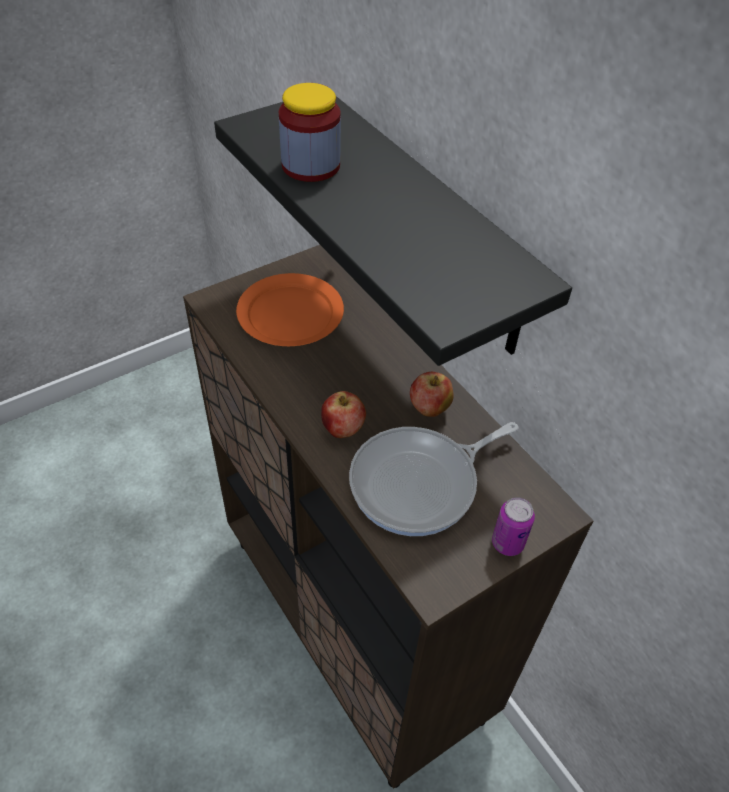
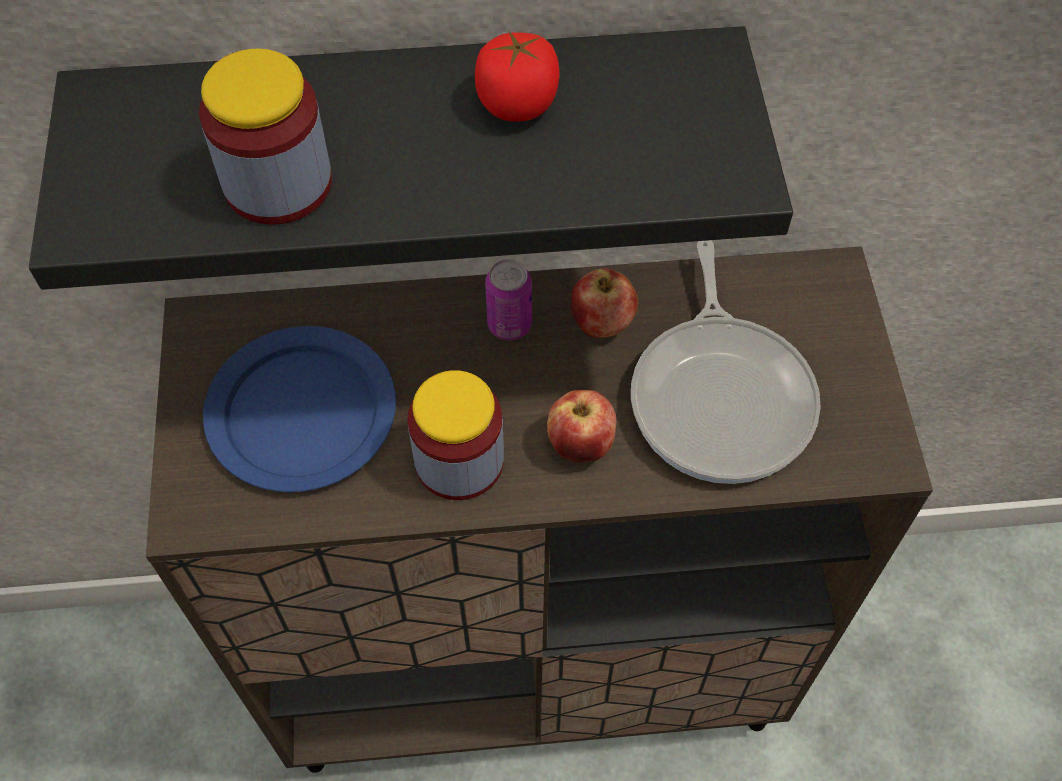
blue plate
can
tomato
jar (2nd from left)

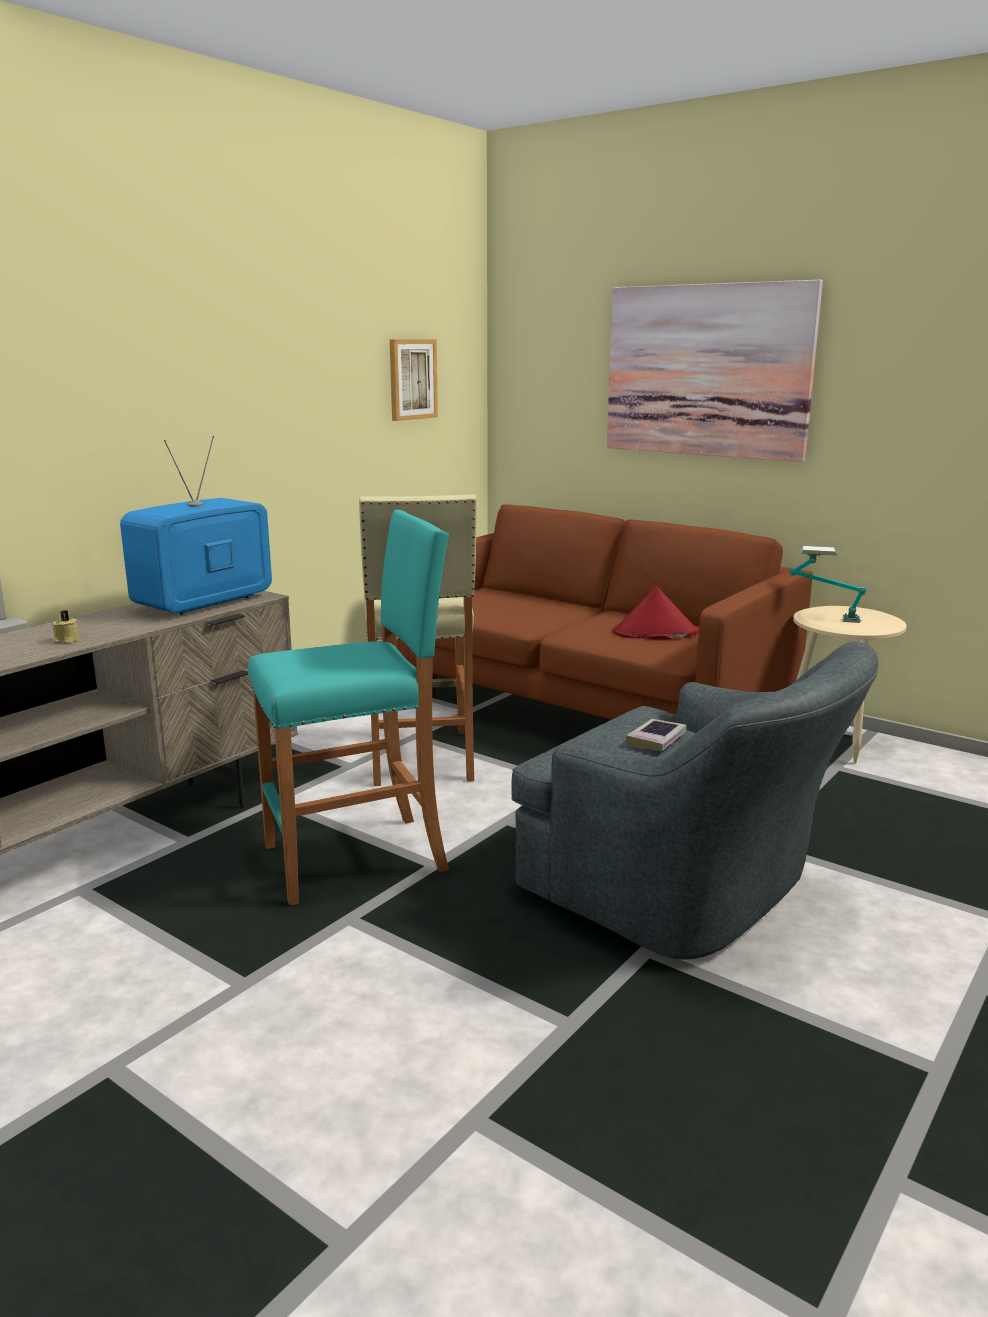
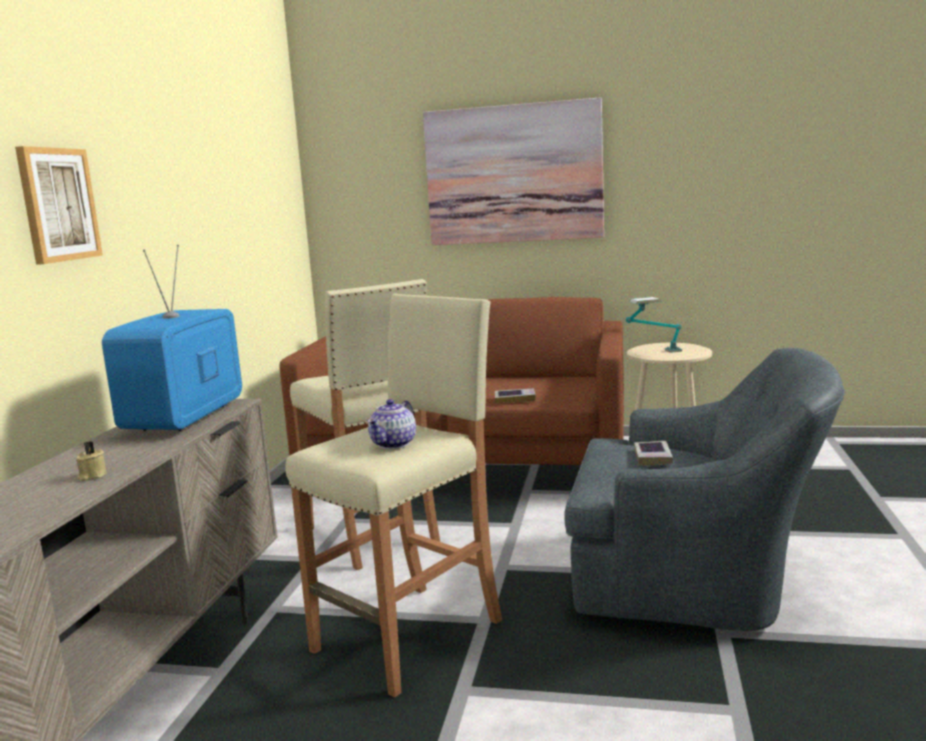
picture (1st from left)
beige stool (2nd from left)
red hat
book (1st from left)
teapot

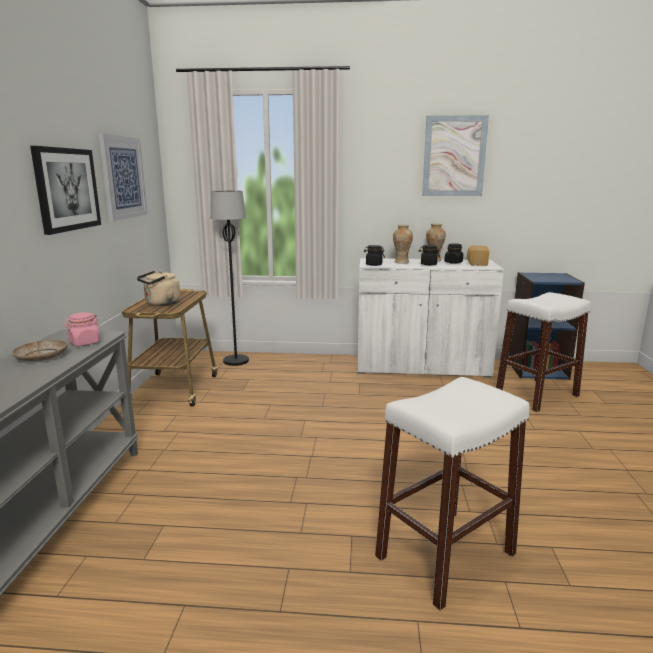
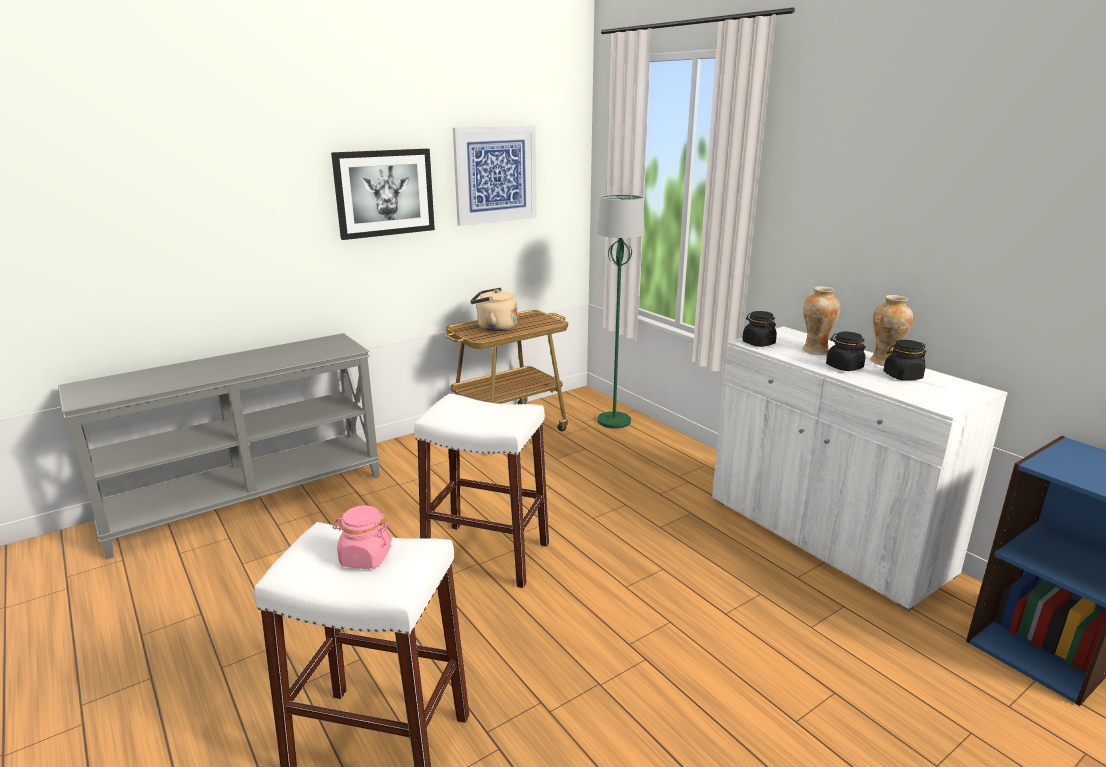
picture (3rd from left in the first image)
green floor lamp
bread
white stool (2nd from left)
pink jar
beige plate

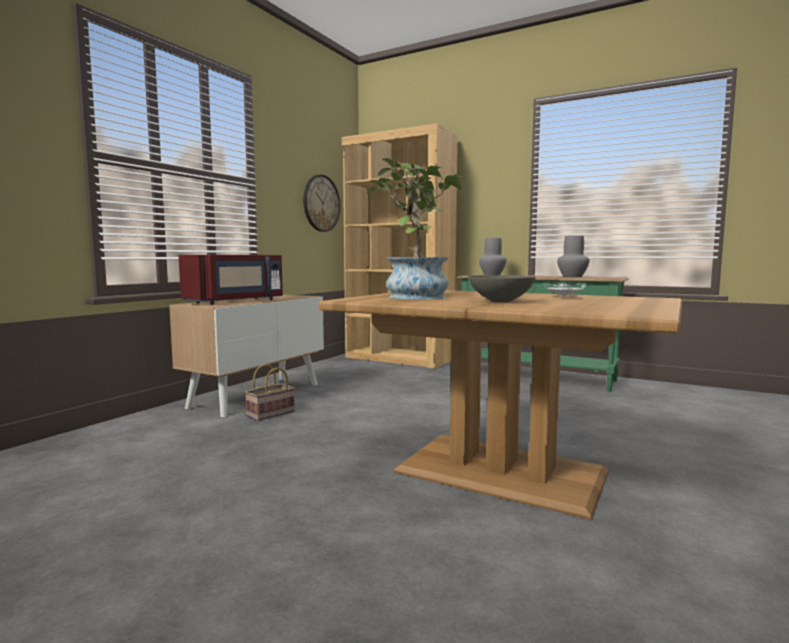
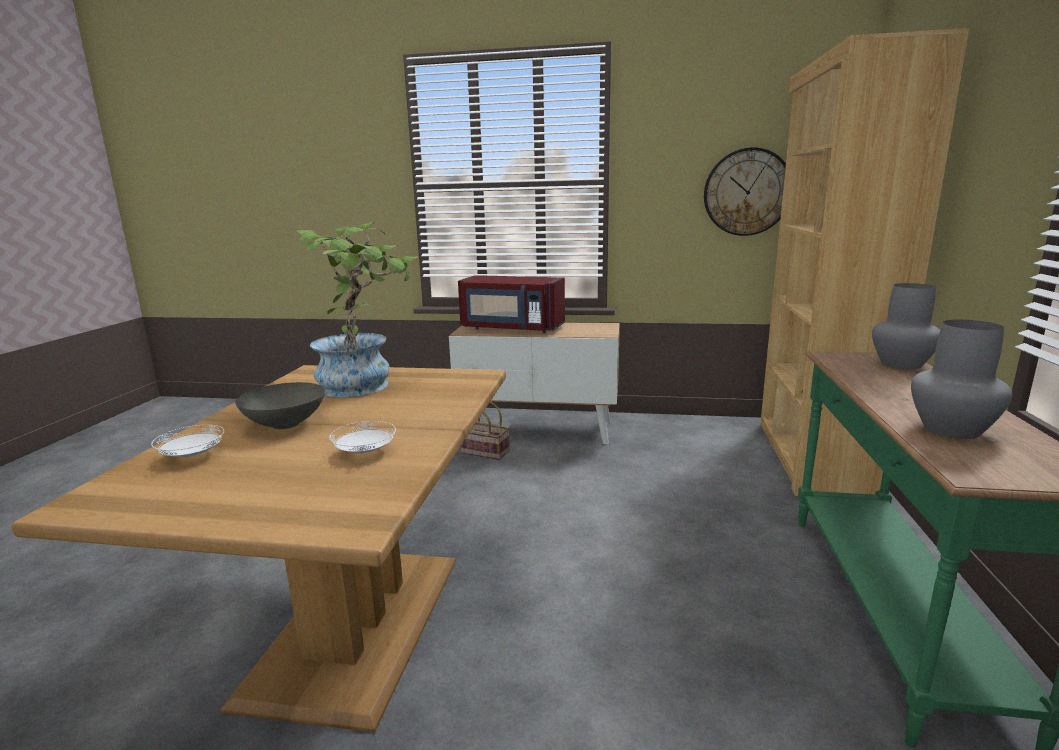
white plate (1st from left)

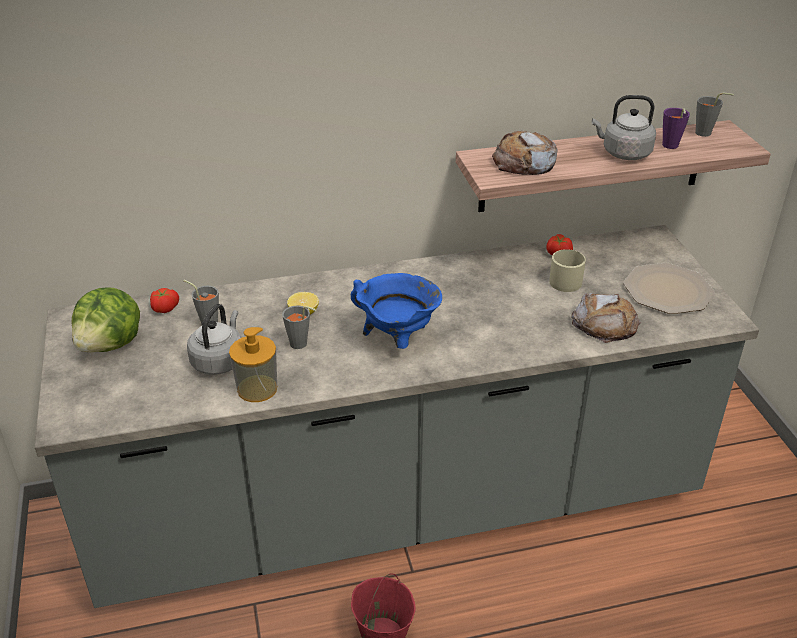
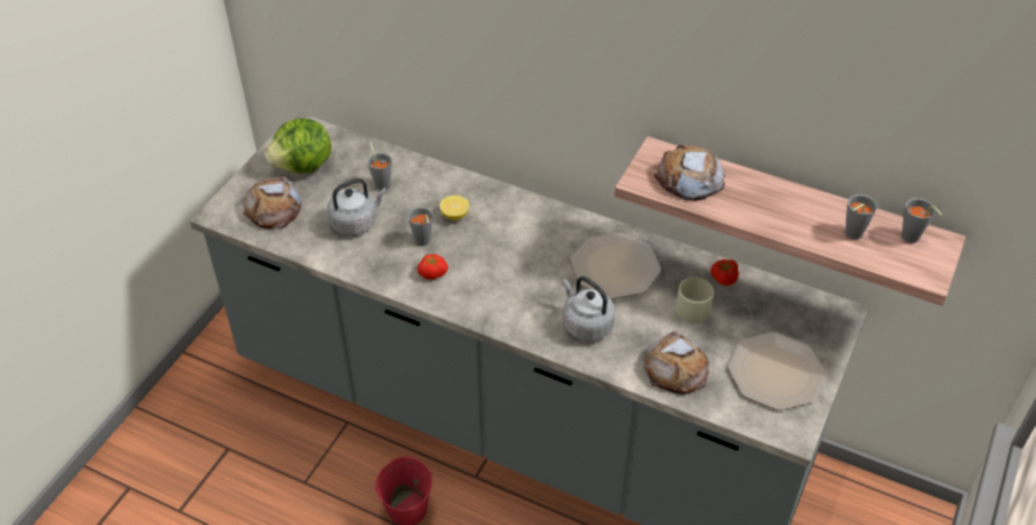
grey kettle (2nd from left)
grey cup (3rd from left)
blue cooking pot
tomato (1st from left)
soap dispenser
bread (1st from left)
plate (1st from left)

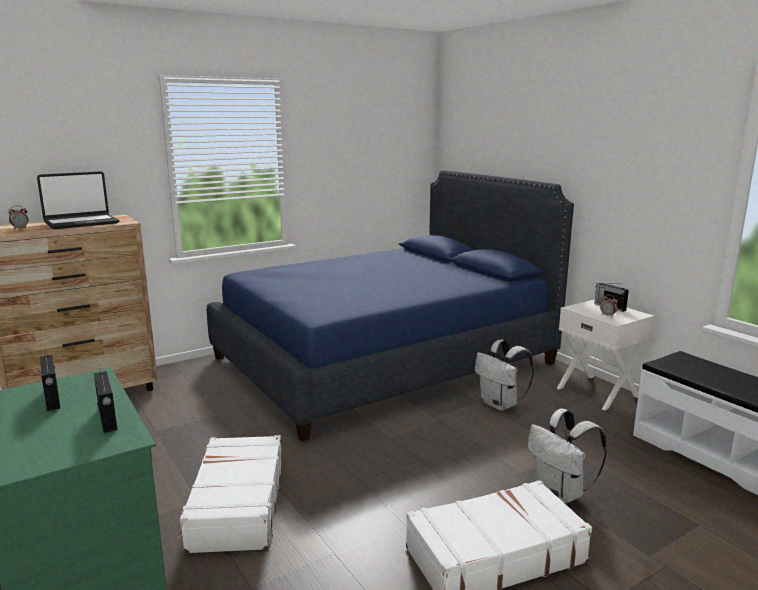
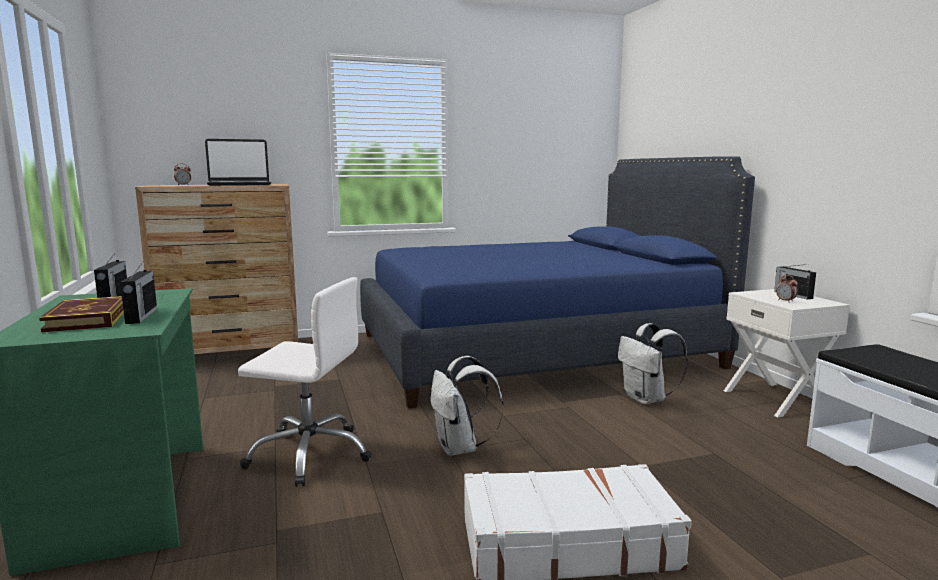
white backpack (1st from left)
white office chair
book

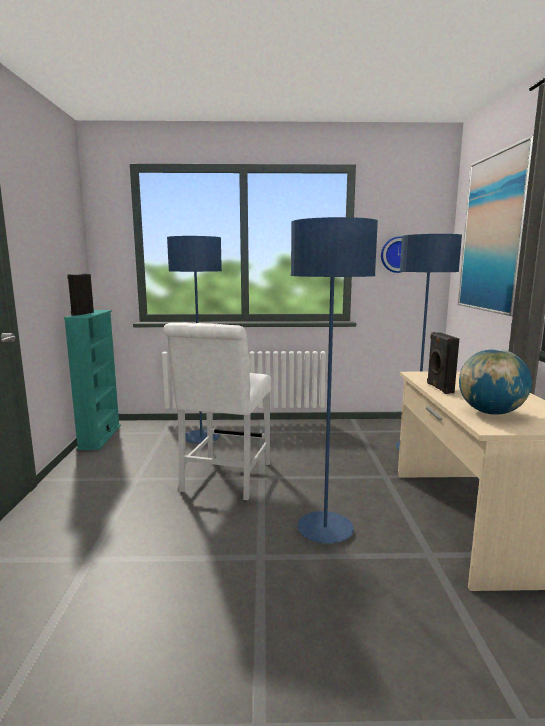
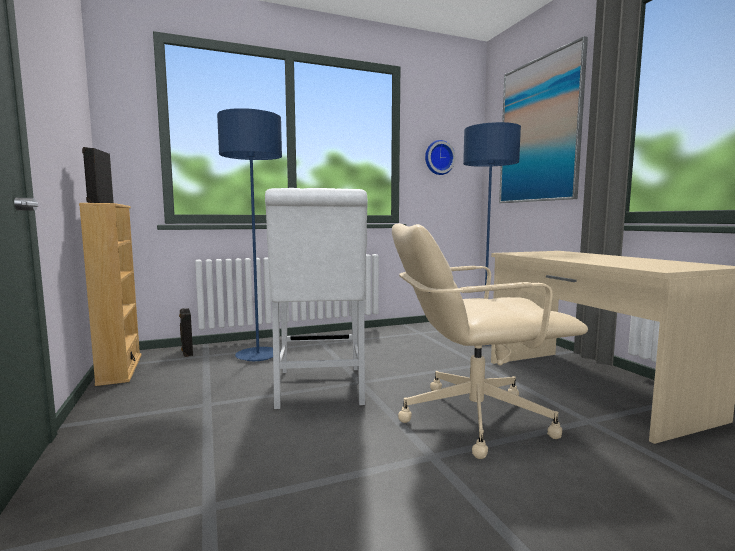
beige office chair
beige bookcase
black speaker (2nd from left)
globe

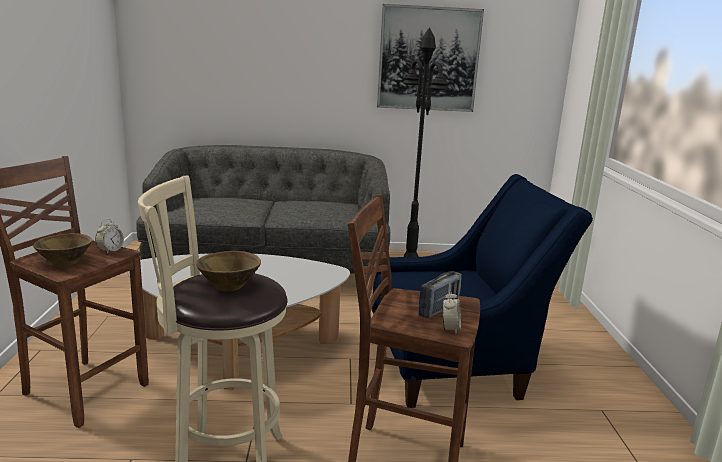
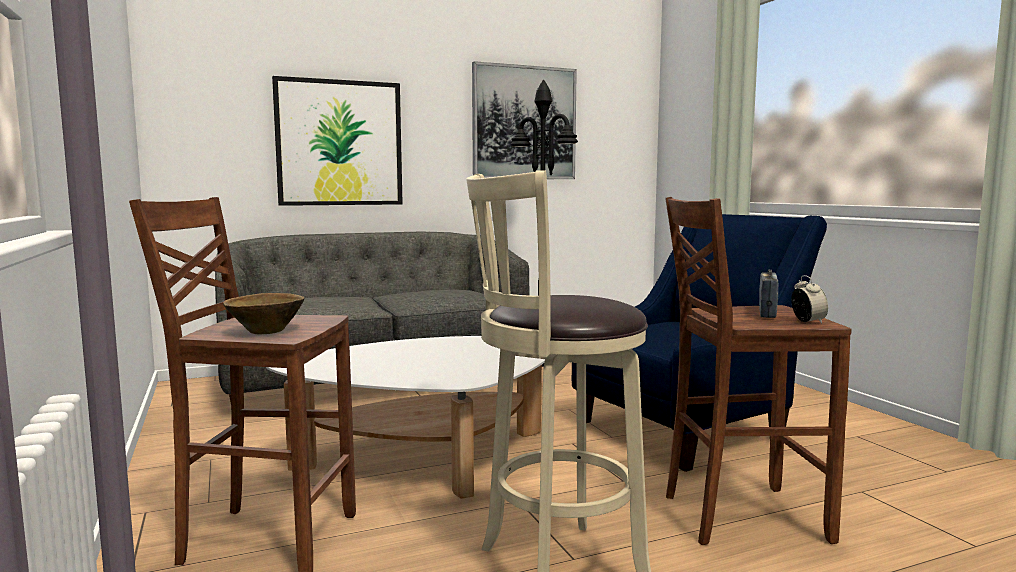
alarm clock (1st from left in the first image)
brown bowl (2nd from left in the first image)
picture (1st from left)

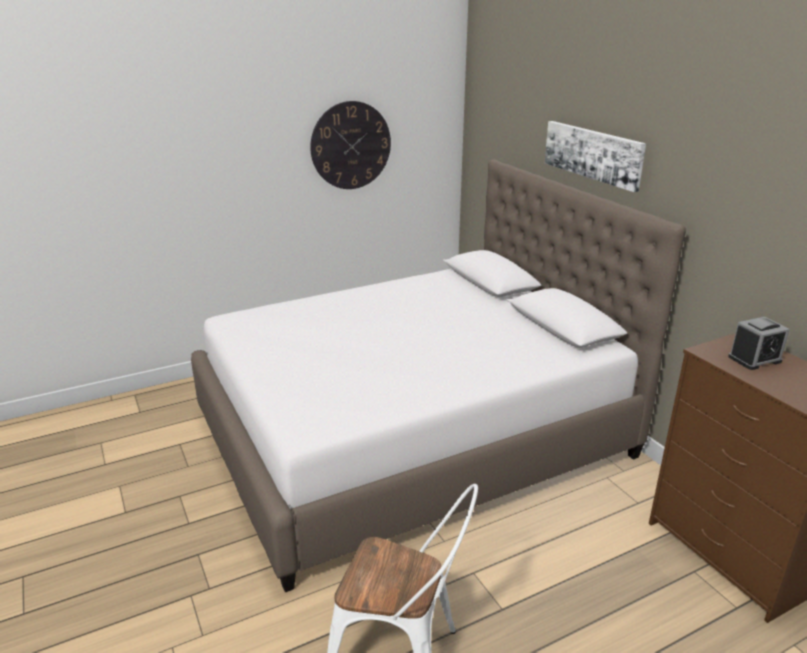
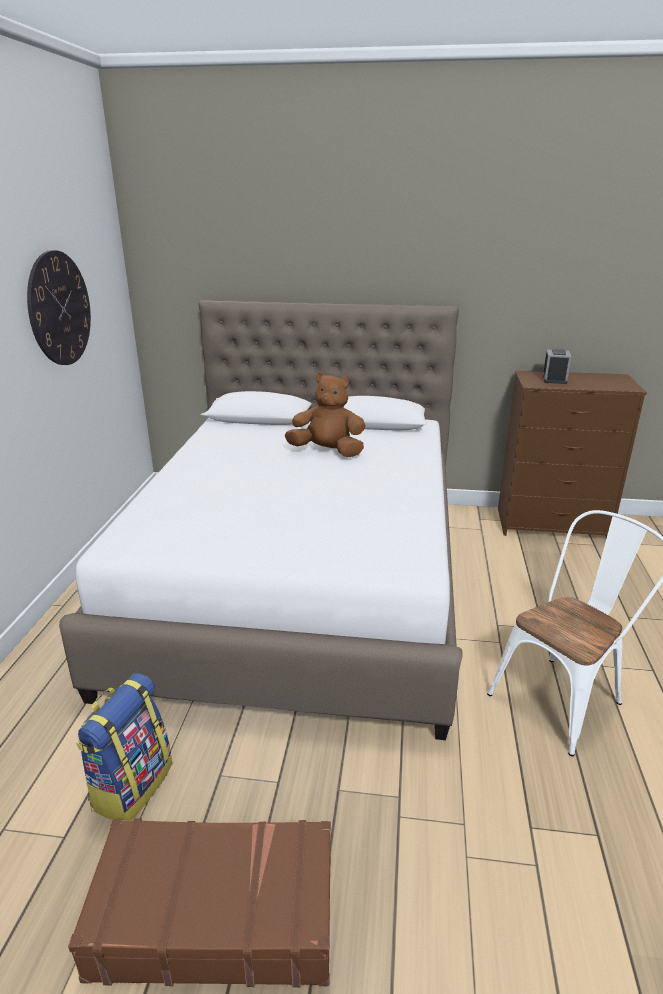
picture
brown plush toy
backpack
brown suitcase

